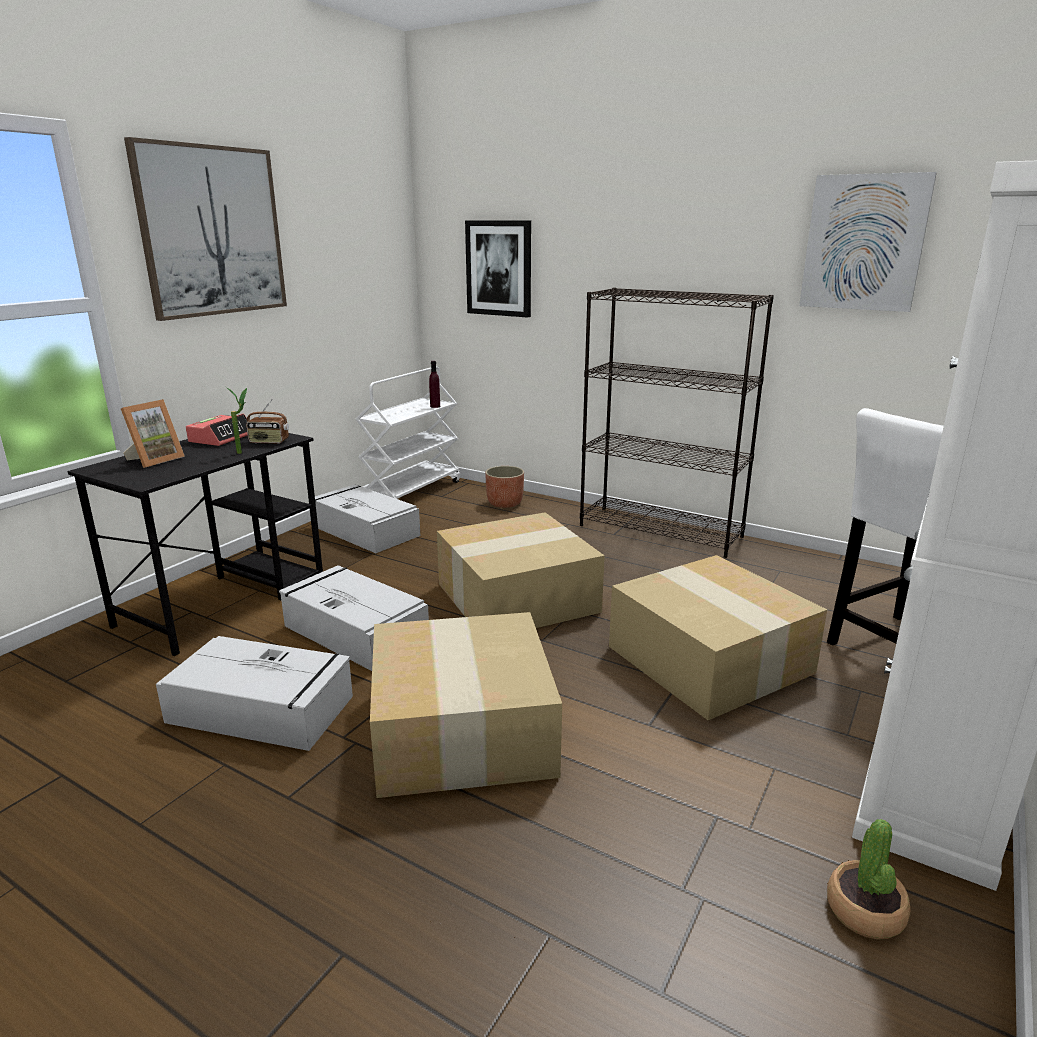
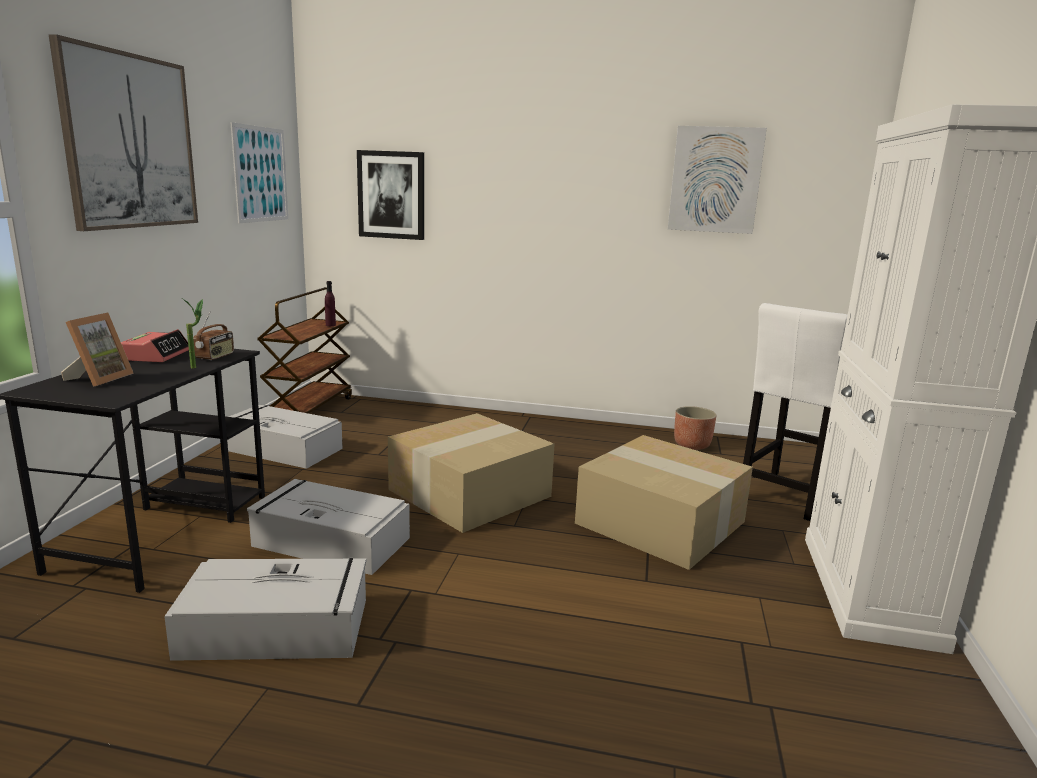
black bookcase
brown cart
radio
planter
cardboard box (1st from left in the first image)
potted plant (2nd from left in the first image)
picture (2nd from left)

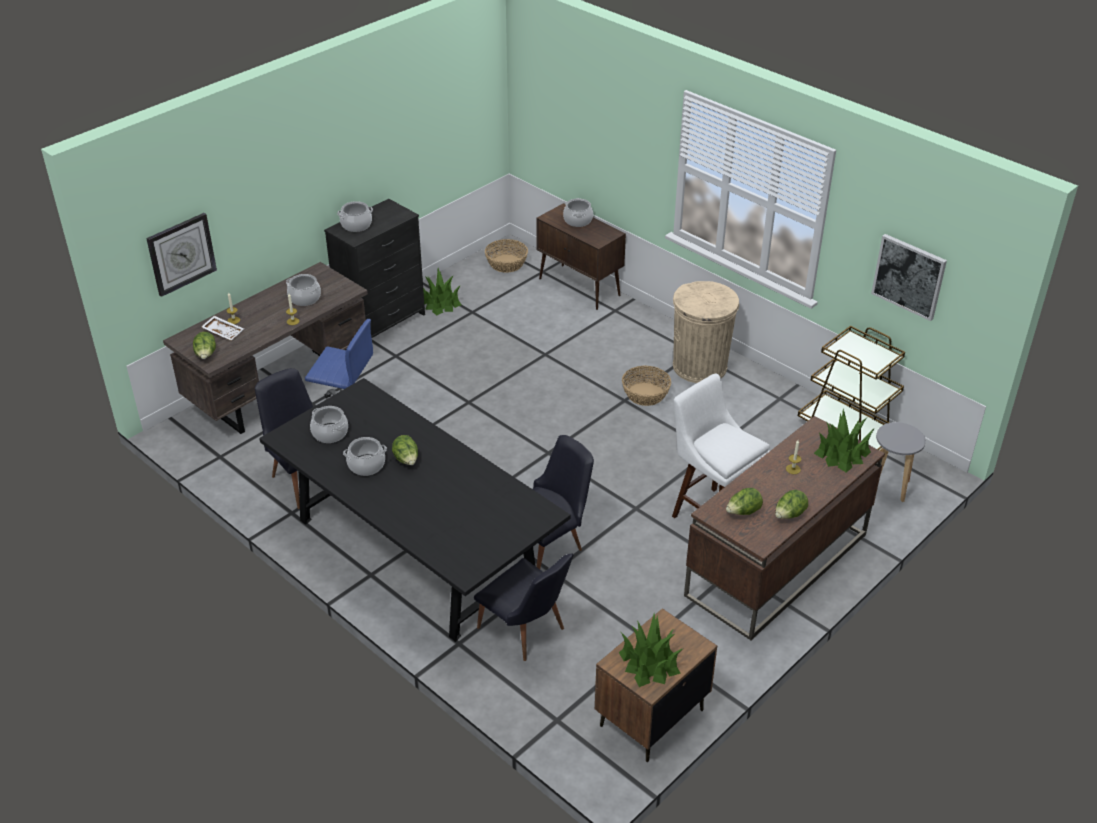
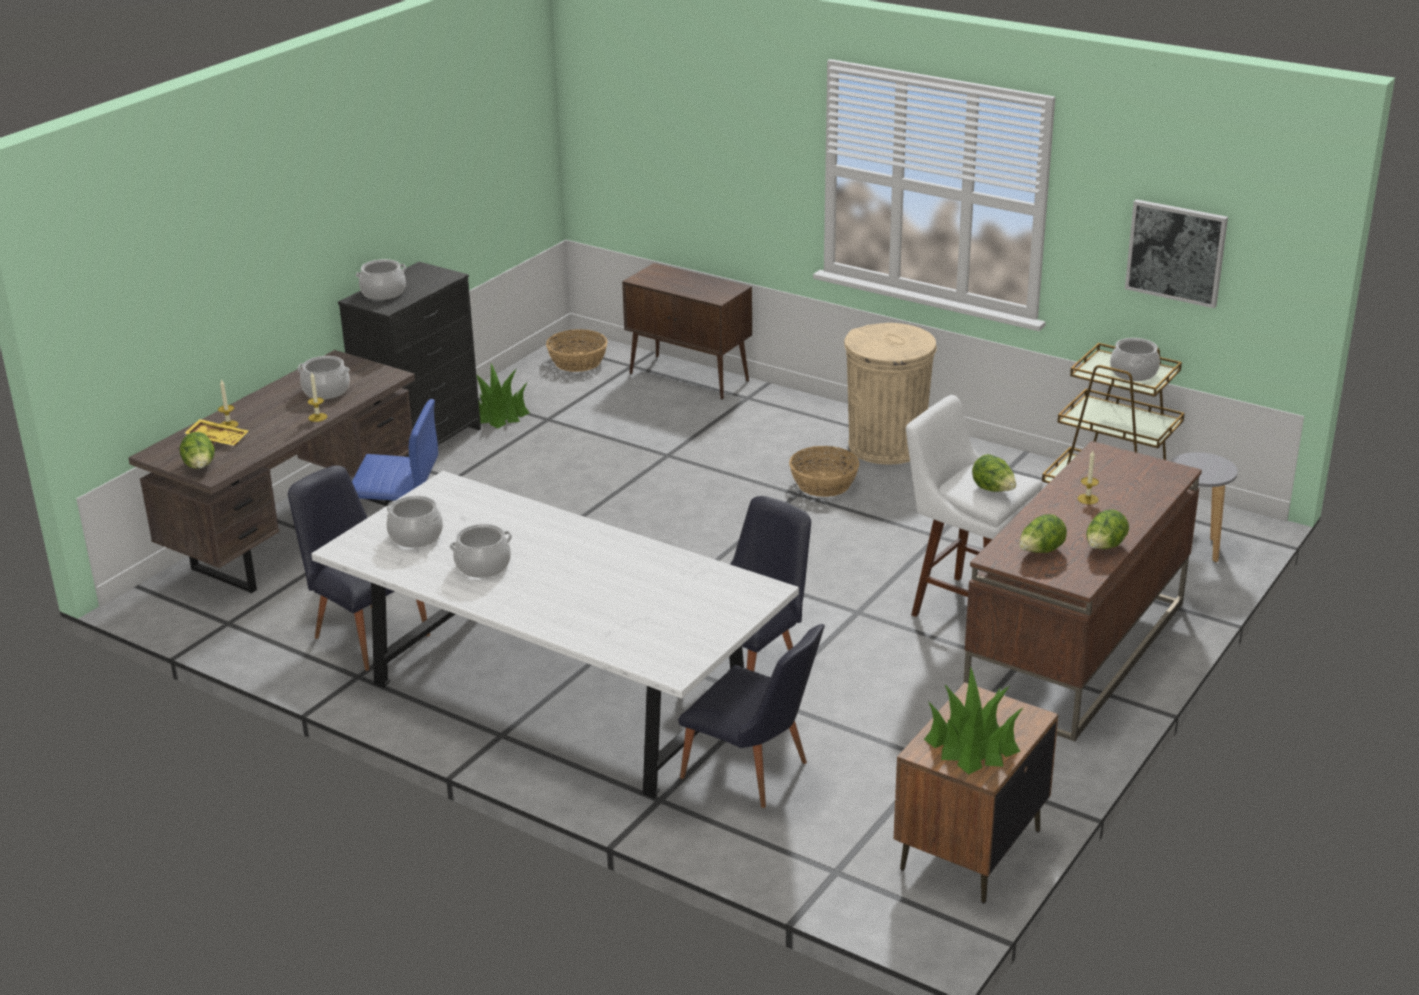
cooking pot (5th from left)
wall clock
yellow tray
white dining table
potted plant (3rd from left in the first image)
lettuce (2nd from left)

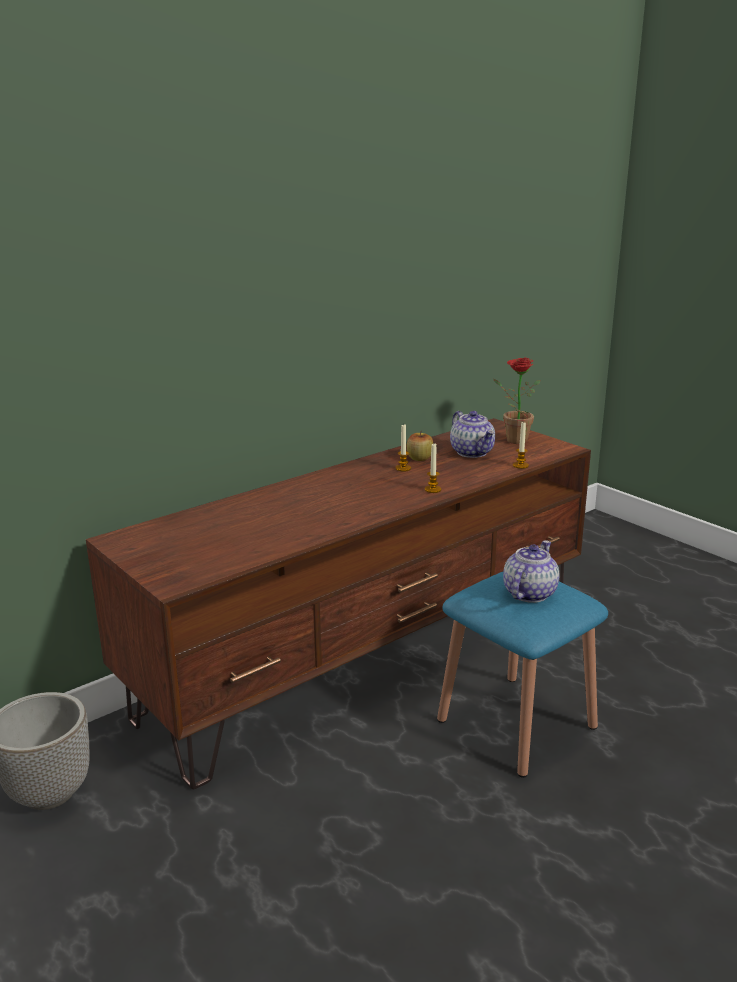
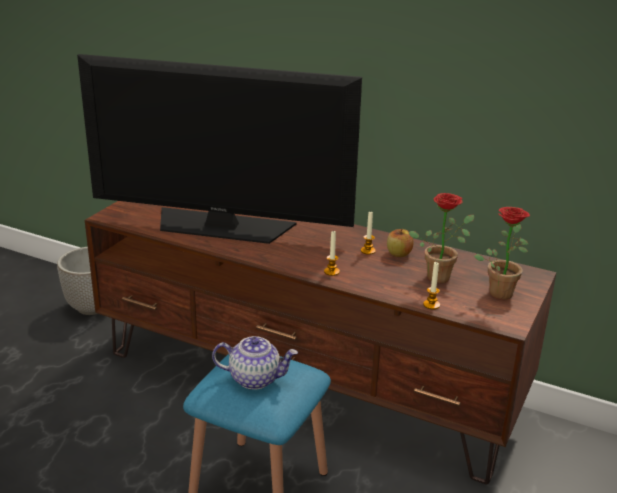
potted plant (1st from left)
television

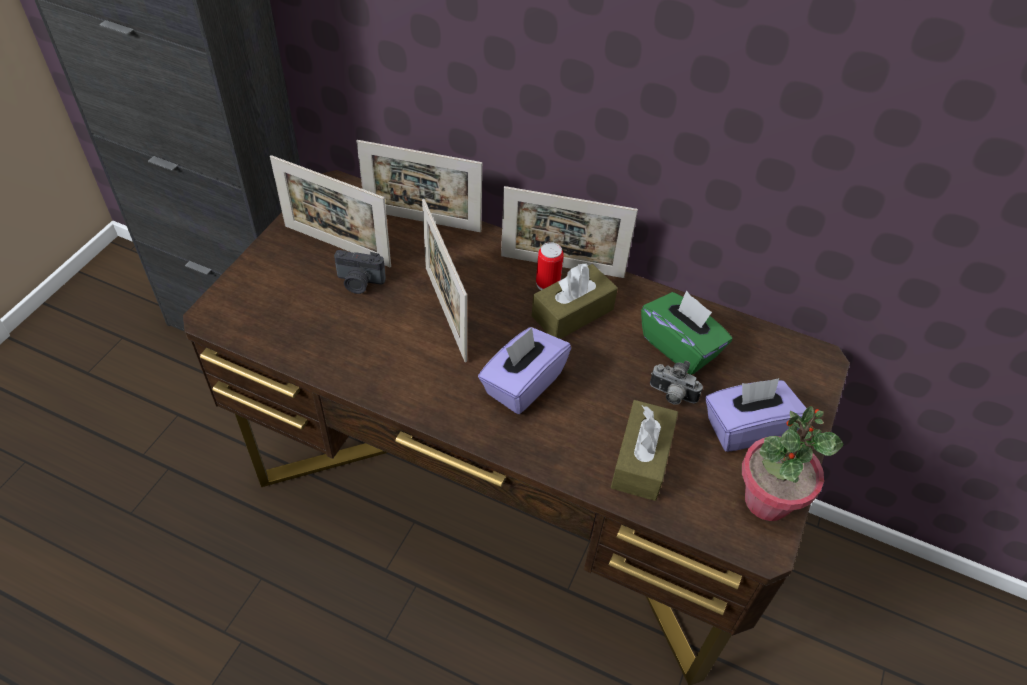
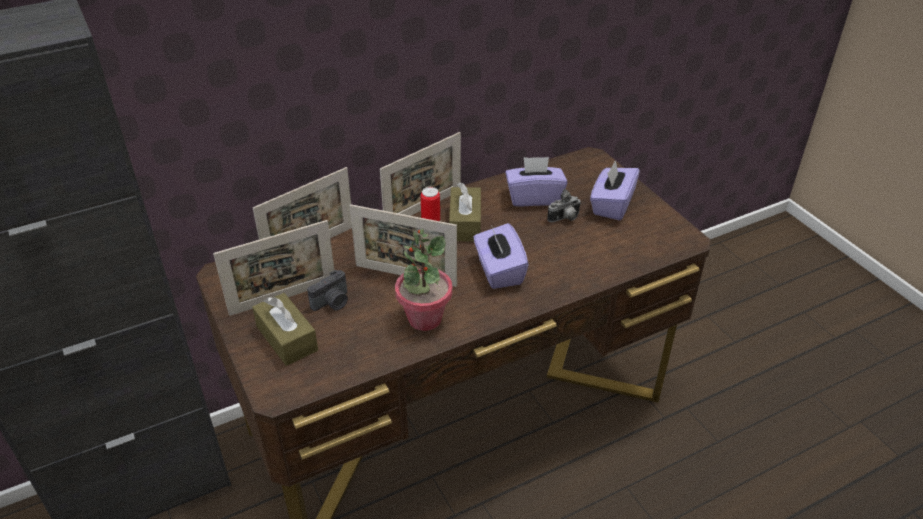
purple tissue box (2nd from left)
brown tissue box (1st from left)
potted plant

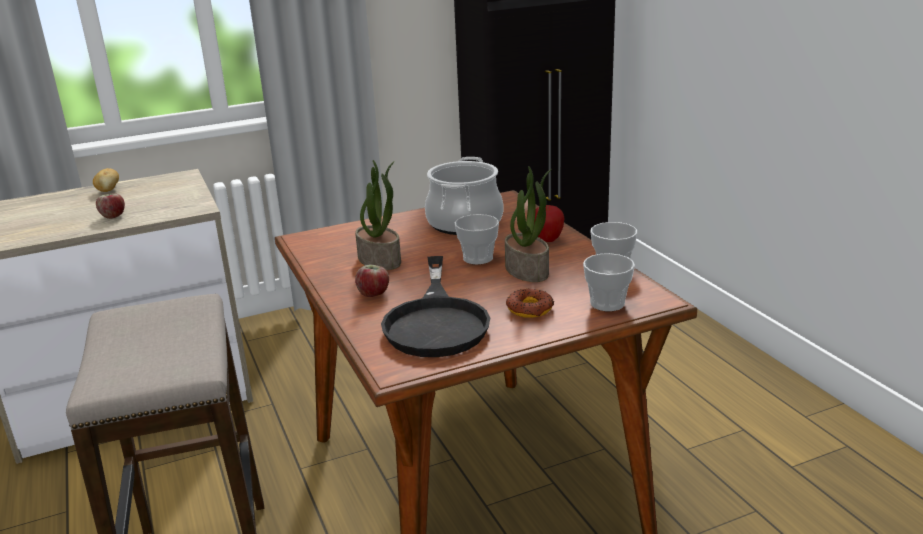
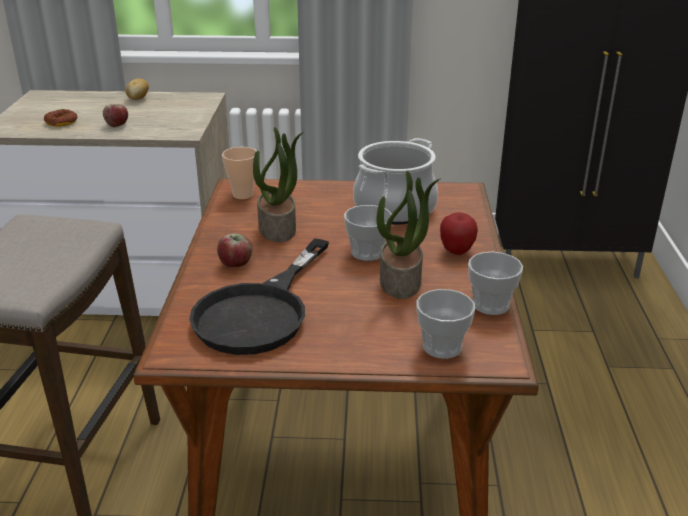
donut
cup (1st from left)

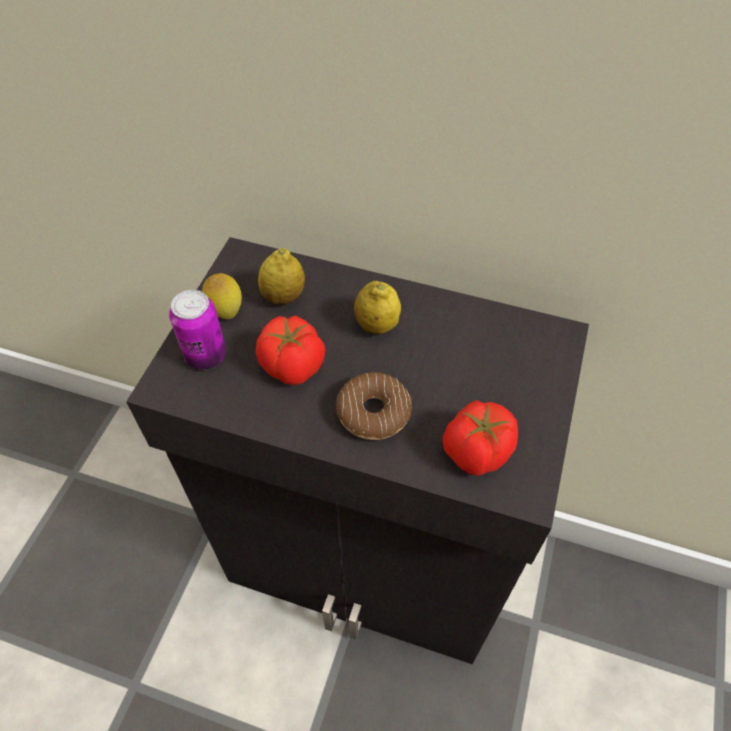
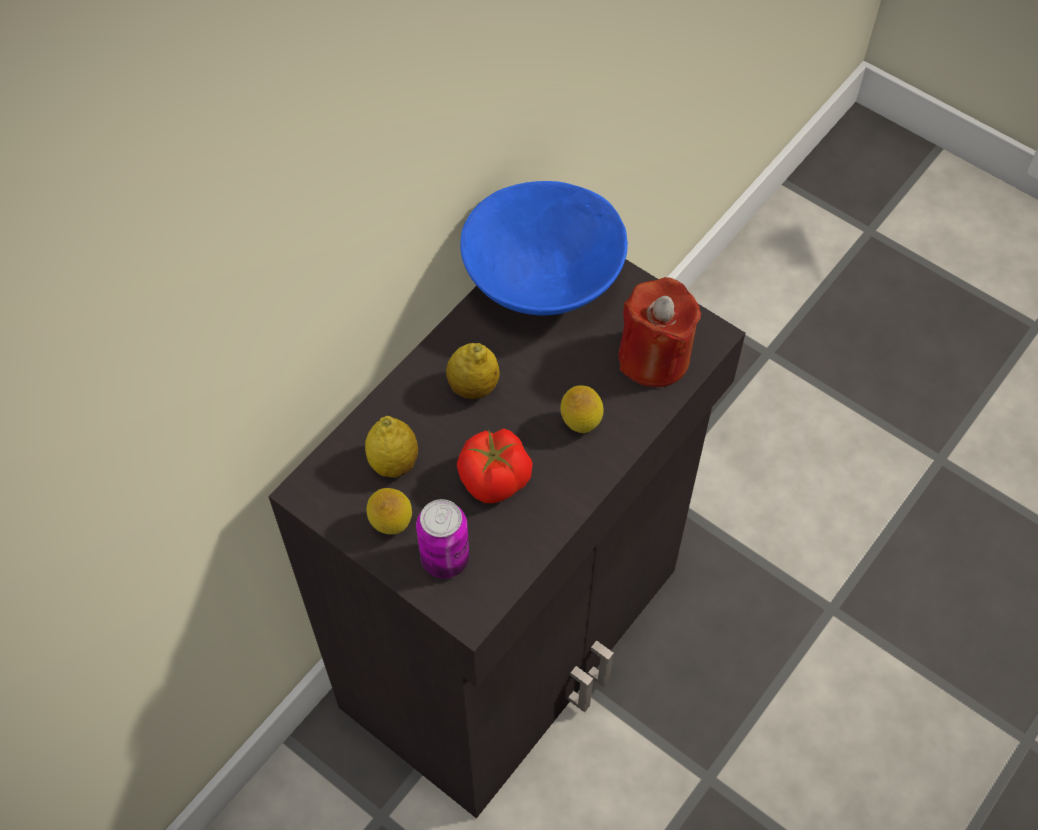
lemon (4th from left)
red candle
blue bowl

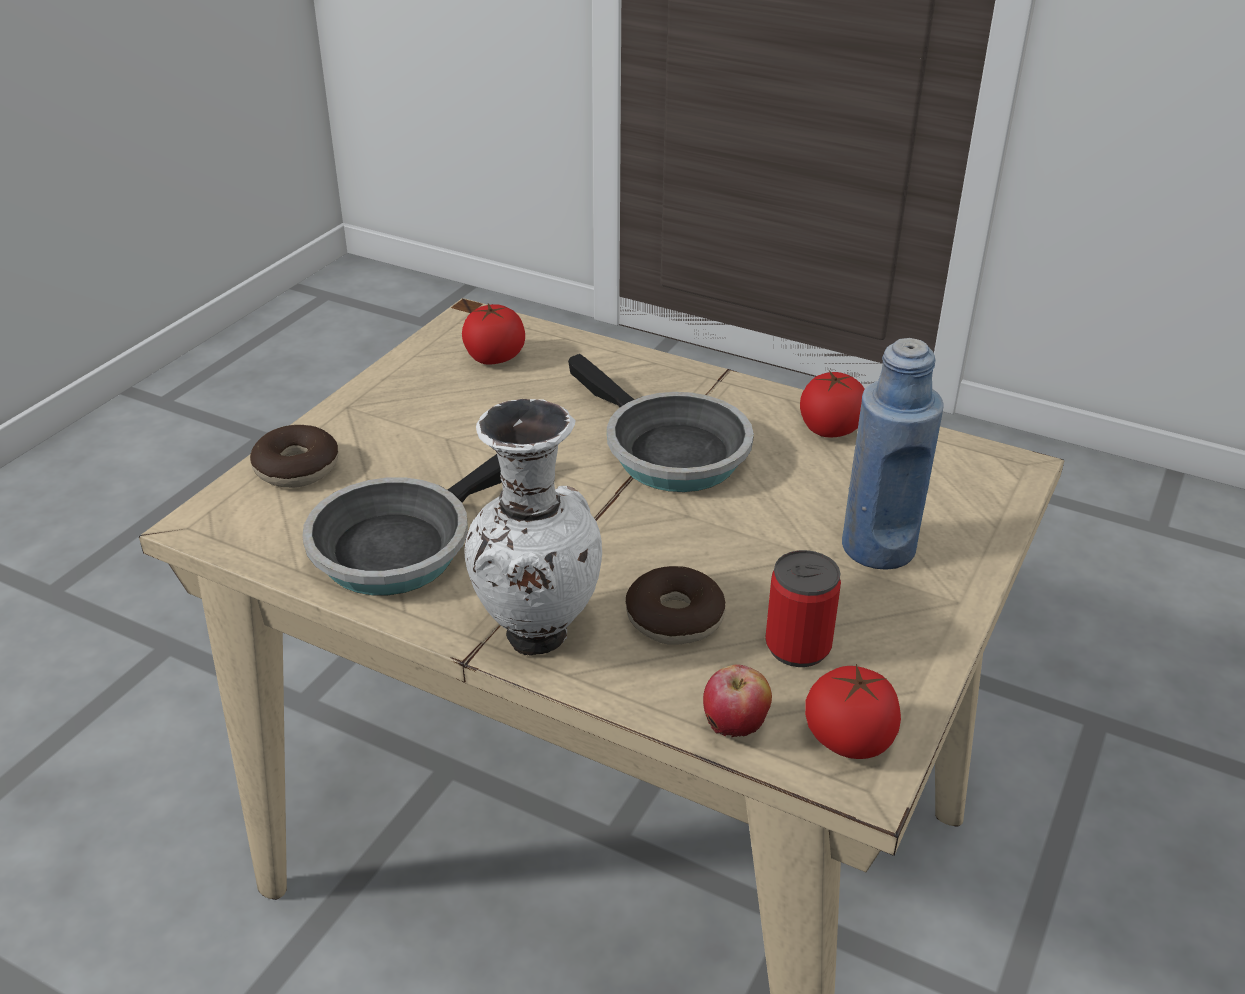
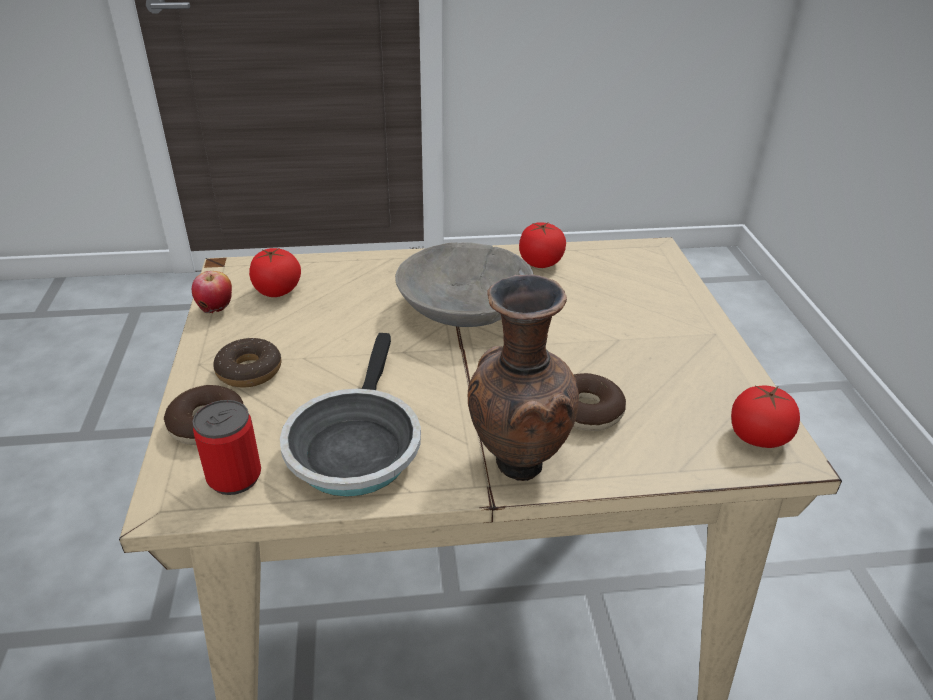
blue bottle
grey bowl
brown vase
can
apple
donut (2nd from left)

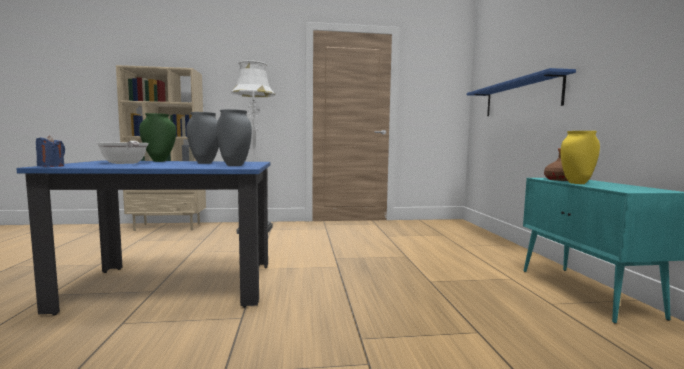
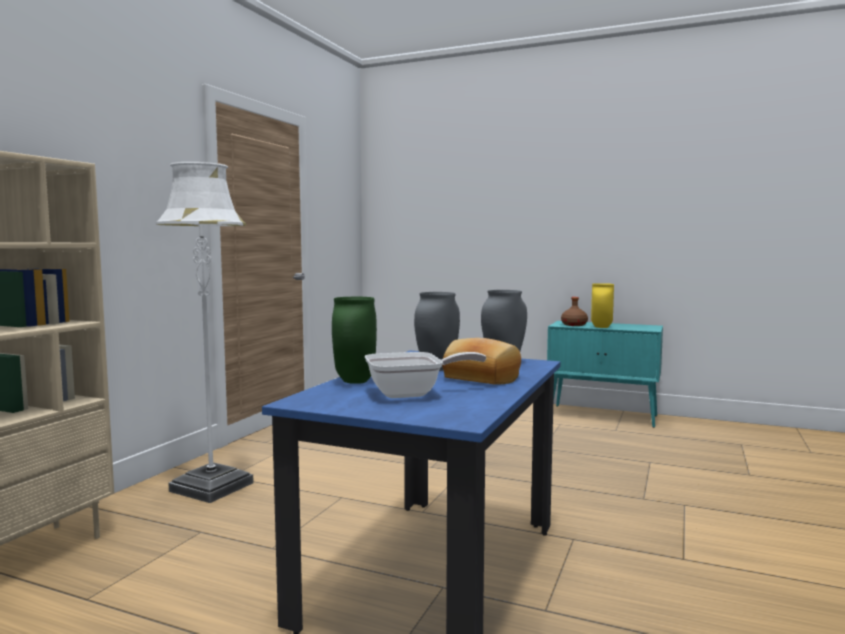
blue shelf
blue candle
bread

